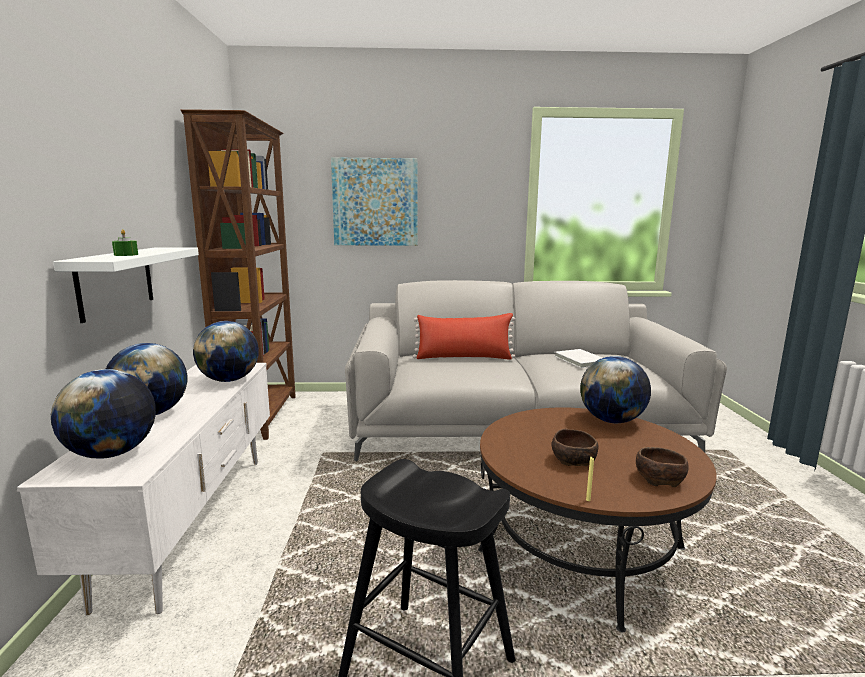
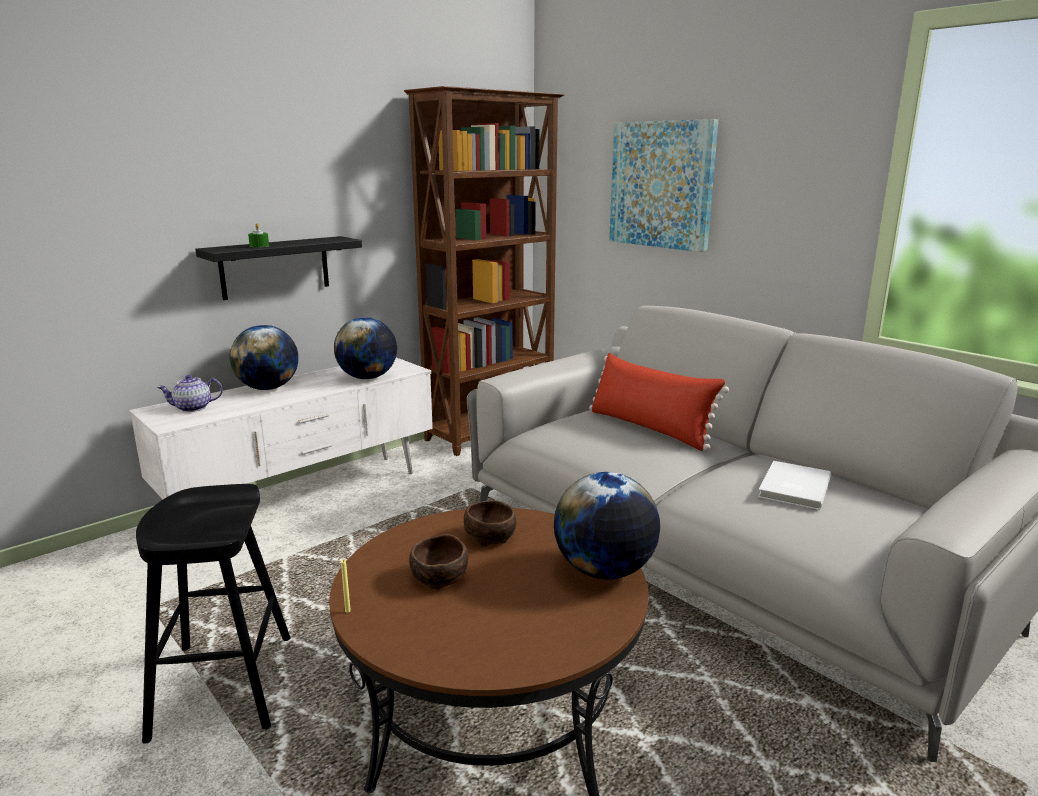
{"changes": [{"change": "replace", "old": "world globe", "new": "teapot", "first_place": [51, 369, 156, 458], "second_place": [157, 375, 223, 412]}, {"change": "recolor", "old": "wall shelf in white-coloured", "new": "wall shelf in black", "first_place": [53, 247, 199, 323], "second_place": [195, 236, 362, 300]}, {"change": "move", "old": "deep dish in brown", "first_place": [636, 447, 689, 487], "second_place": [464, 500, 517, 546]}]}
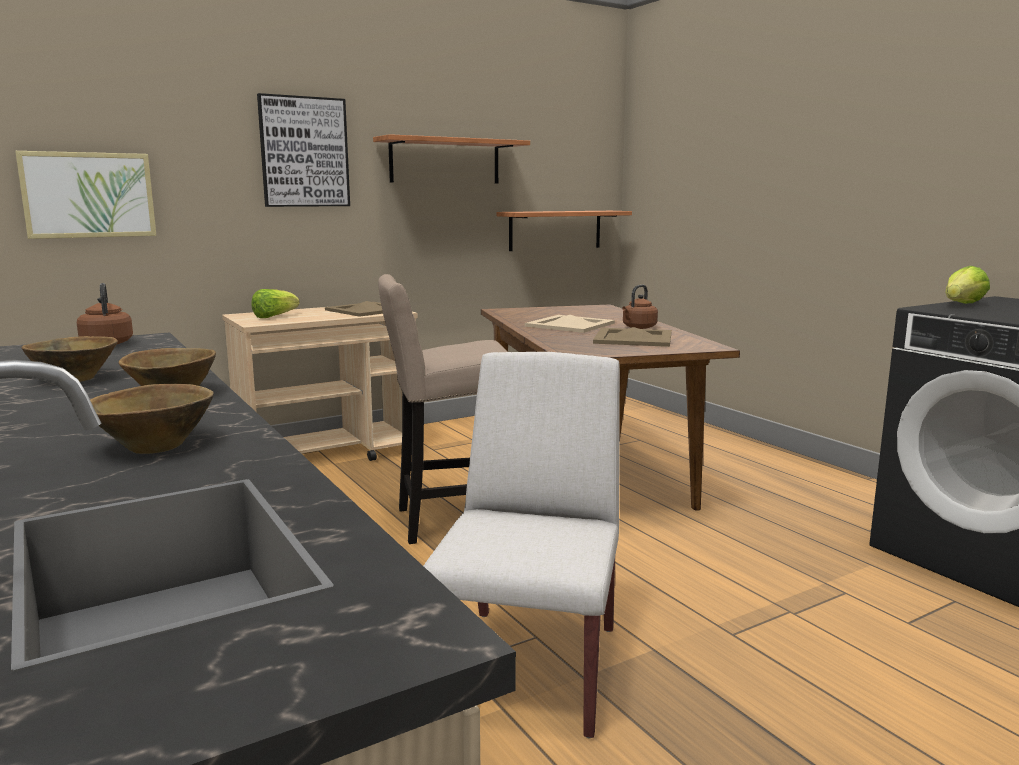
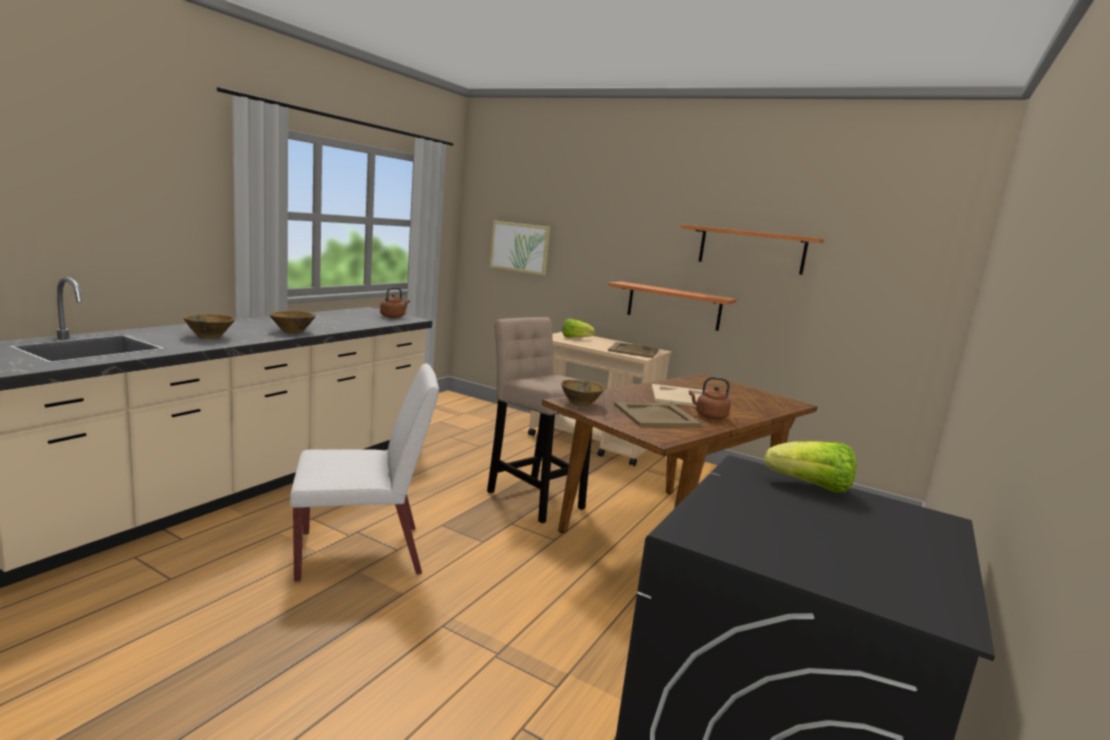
{"changes": [{"change": "move", "old": "deep dish in brown", "first_place": [21, 336, 118, 382], "second_place": [561, 380, 605, 407]}, {"change": "move", "old": "wall shelf", "first_place": [497, 211, 632, 251], "second_place": [608, 281, 737, 331]}, {"change": "delete", "old": "wall art", "first_place": [257, 93, 350, 207]}]}
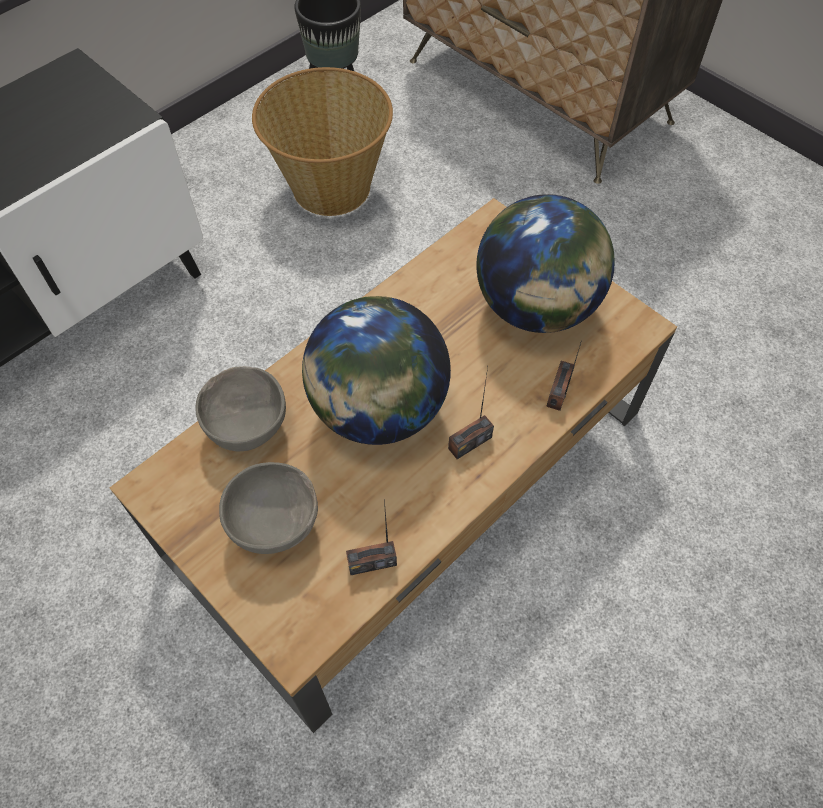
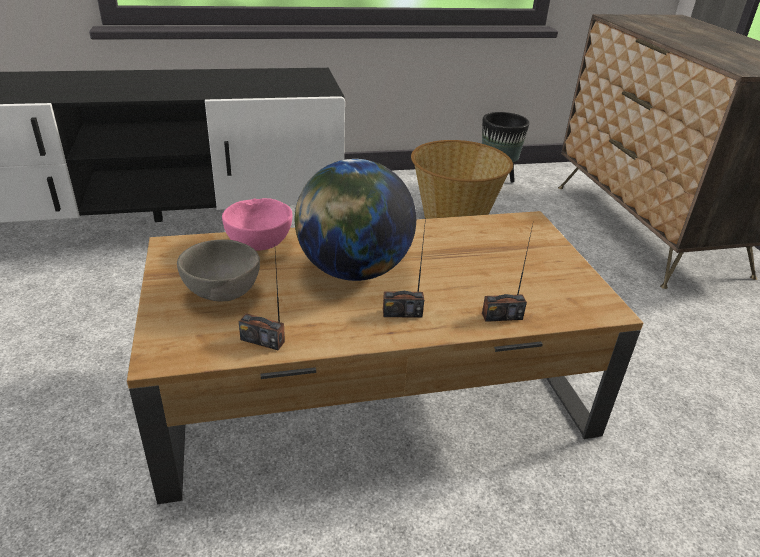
{"changes": [{"change": "recolor", "old": "deep dish in greyish", "new": "deep dish in pinkish", "first_place": [195, 366, 286, 451], "second_place": [222, 198, 292, 251]}, {"change": "rotate", "old": "radio receiver", "first_place": [546, 340, 582, 411], "second_place": [482, 224, 533, 322], "degrees": -150}, {"change": "delete", "old": "world globe", "first_place": [477, 194, 615, 333]}]}
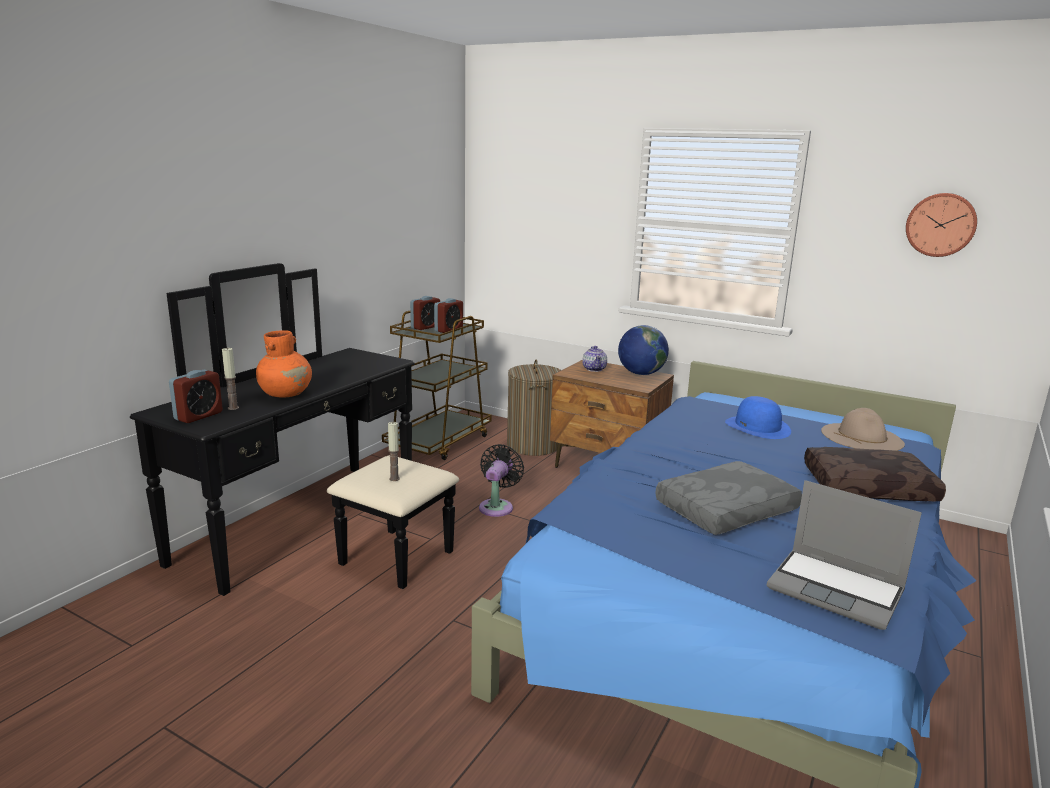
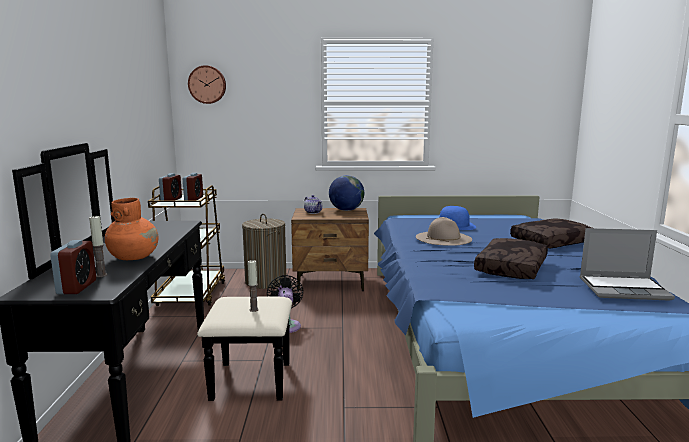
{"changes": [{"change": "move", "old": "clock on the wall", "first_place": [906, 193, 977, 257], "second_place": [188, 65, 226, 104]}, {"change": "move", "old": "wearable hat in sand-coloured", "first_place": [821, 408, 905, 451], "second_place": [416, 217, 472, 246]}, {"change": "recolor", "old": "cushion in greyish", "new": "cushion in brown", "first_place": [655, 461, 802, 535], "second_place": [474, 238, 548, 279]}]}
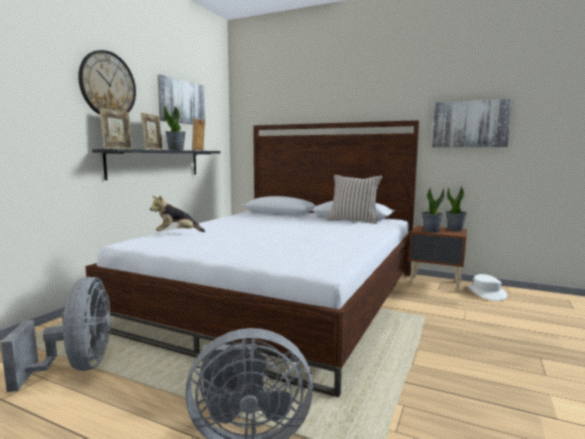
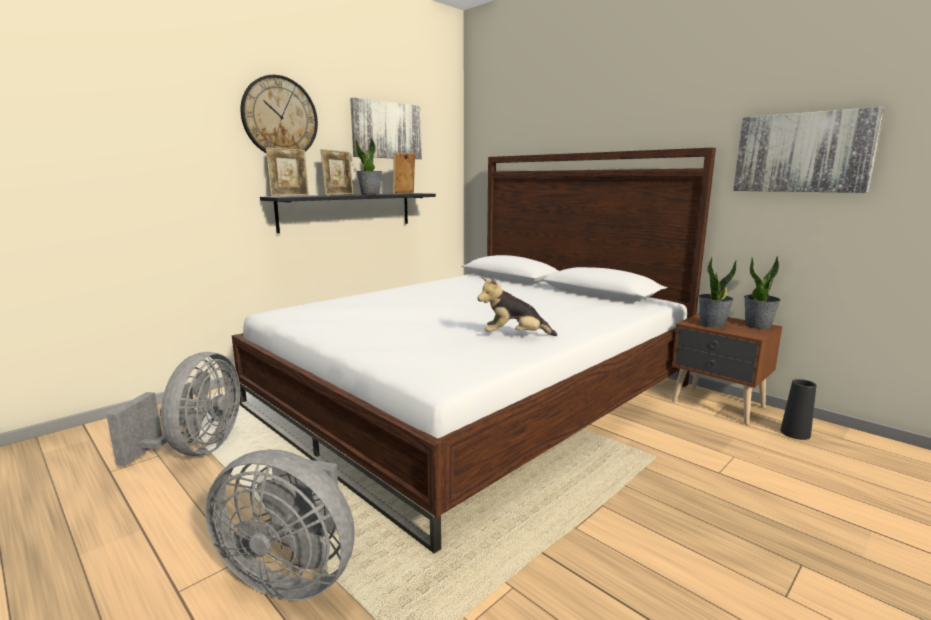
{"changes": [{"change": "move", "old": "cuddly toy", "first_place": [150, 195, 205, 232], "second_place": [477, 277, 557, 336]}, {"change": "replace", "old": "wearable hat in white-coloured", "new": "flower vase in black", "first_place": [467, 274, 508, 301], "second_place": [780, 379, 817, 440]}, {"change": "delete", "old": "cushion in sand-coloured", "first_place": [327, 175, 383, 224]}]}
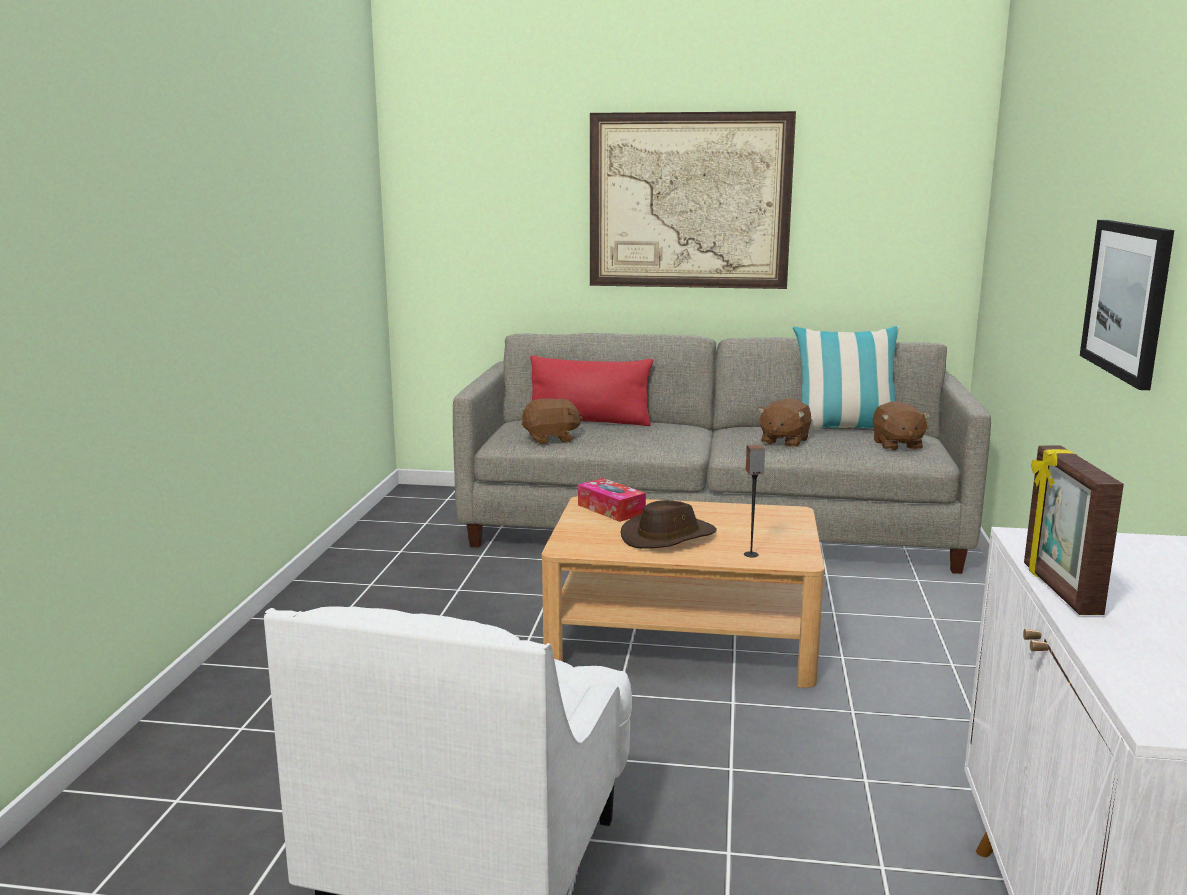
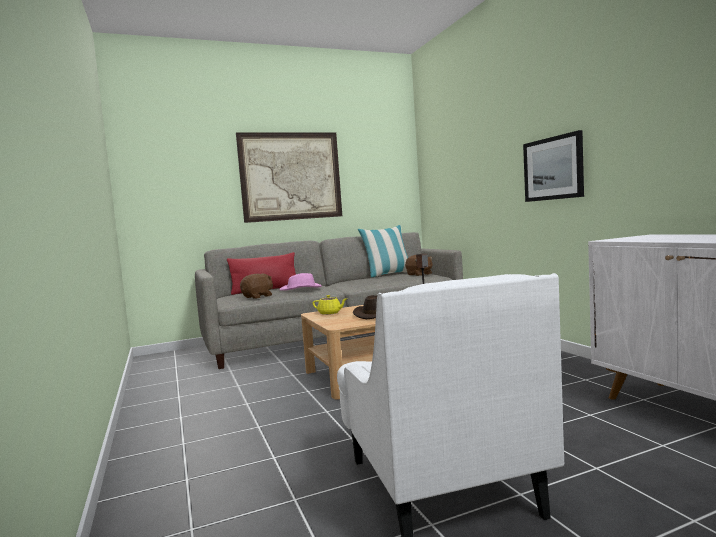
{"changes": [{"change": "insert", "new": "wearable hat in pinkish", "second_place": [279, 273, 322, 291]}, {"change": "replace", "old": "tissue holder", "new": "teapot in yellowish", "first_place": [578, 478, 646, 522], "second_place": [313, 295, 346, 315]}, {"change": "delete", "old": "cuddly toy in brown", "first_place": [758, 398, 812, 448]}, {"change": "delete", "old": "standing frame", "first_place": [1024, 446, 1124, 615]}]}
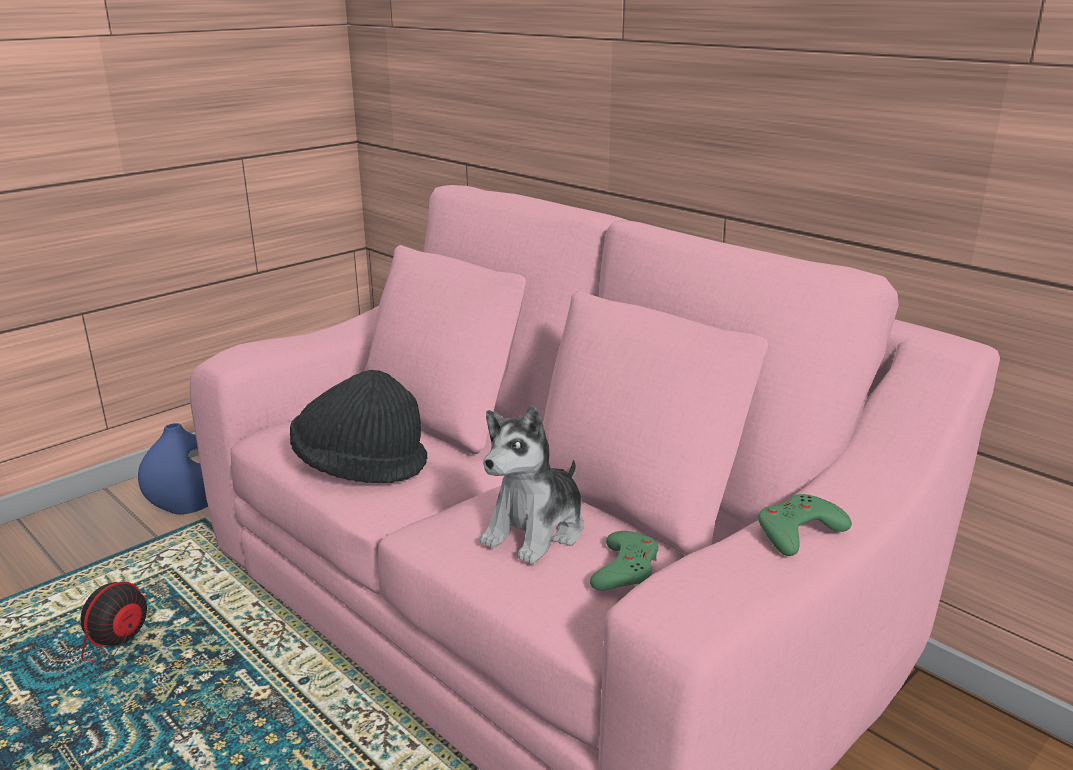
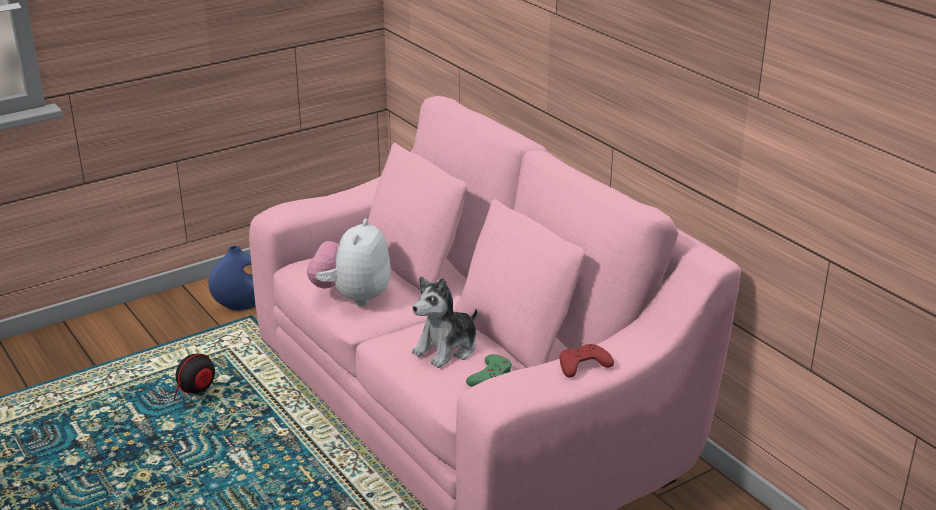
{"changes": [{"change": "replace", "old": "wearable hat in black", "new": "cuddly toy", "first_place": [290, 370, 427, 484], "second_place": [307, 219, 391, 306]}, {"change": "recolor", "old": "gamepad in greenish", "new": "gamepad in red", "first_place": [758, 494, 852, 556], "second_place": [559, 344, 614, 378]}]}
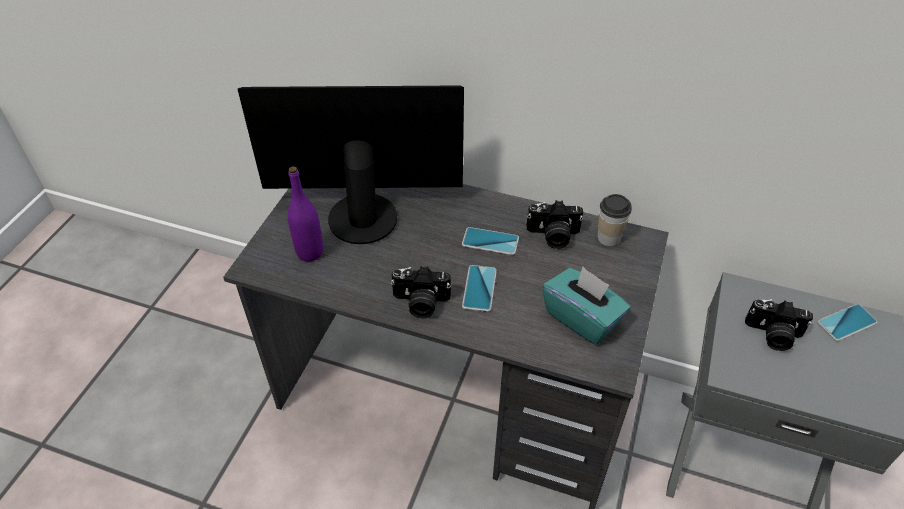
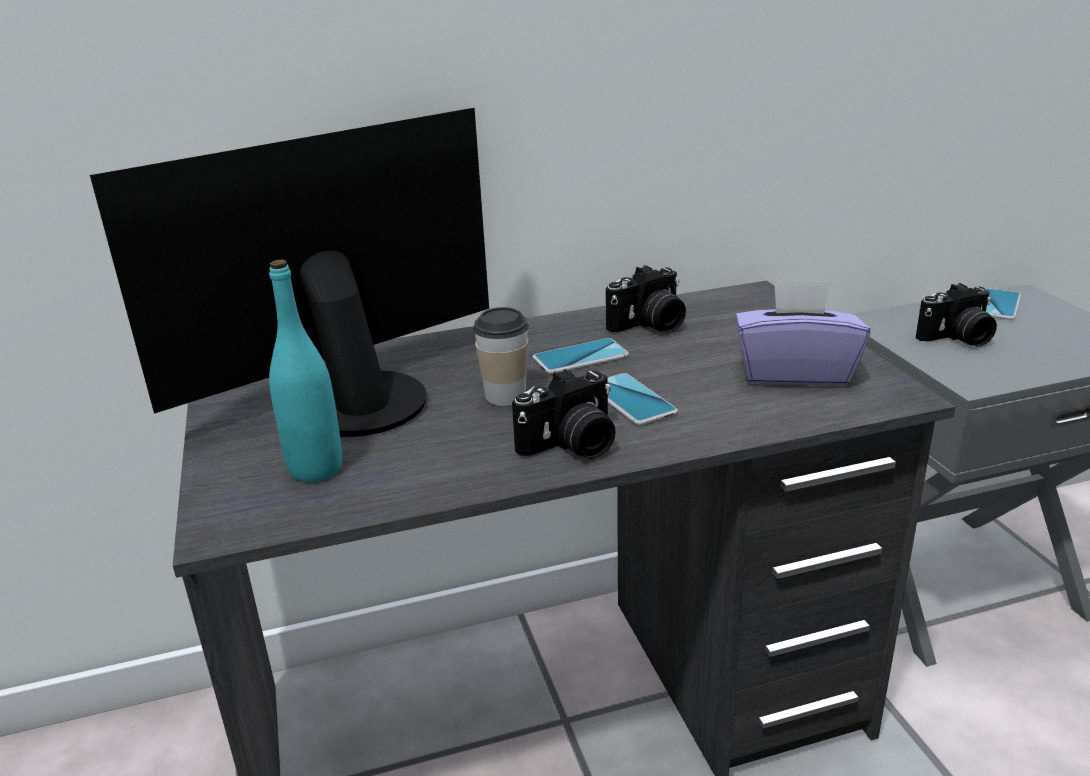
{"changes": [{"change": "recolor", "old": "bottle in purple-coloured", "new": "bottle in turquoise", "first_place": [288, 166, 323, 261], "second_place": [269, 260, 342, 482]}, {"change": "move", "old": "cup", "first_place": [598, 194, 632, 246], "second_place": [473, 307, 529, 406]}, {"change": "recolor", "old": "tissue holder in turquoise", "new": "tissue holder in purple-coloured", "first_place": [542, 267, 630, 345], "second_place": [735, 279, 870, 386]}]}
